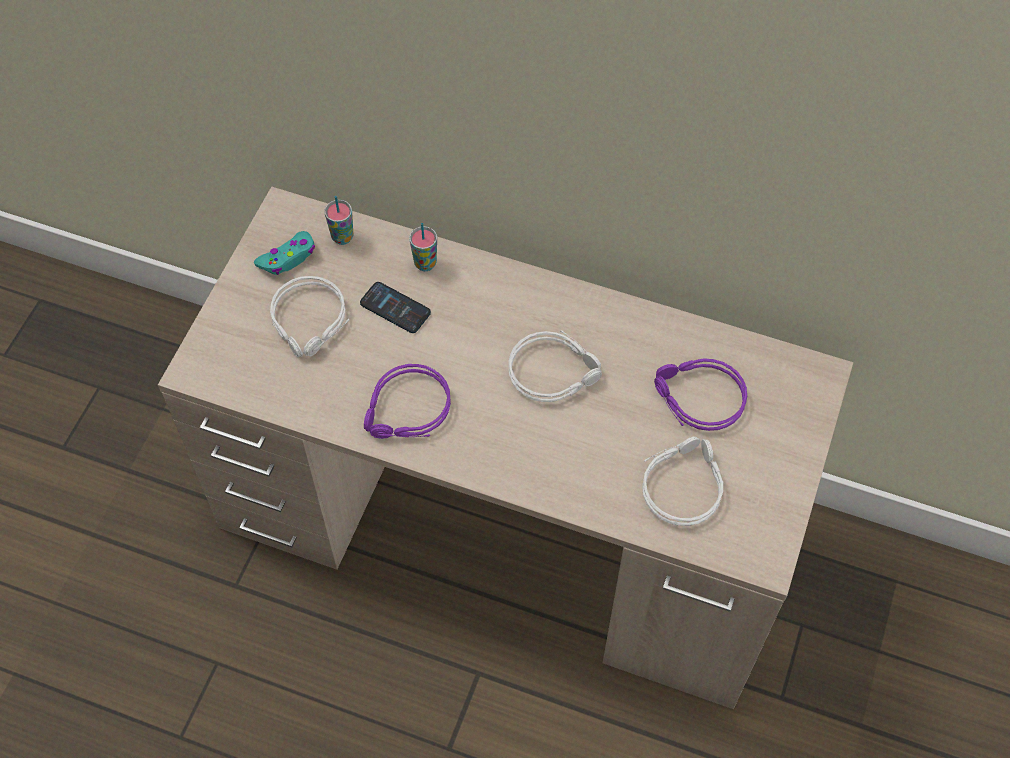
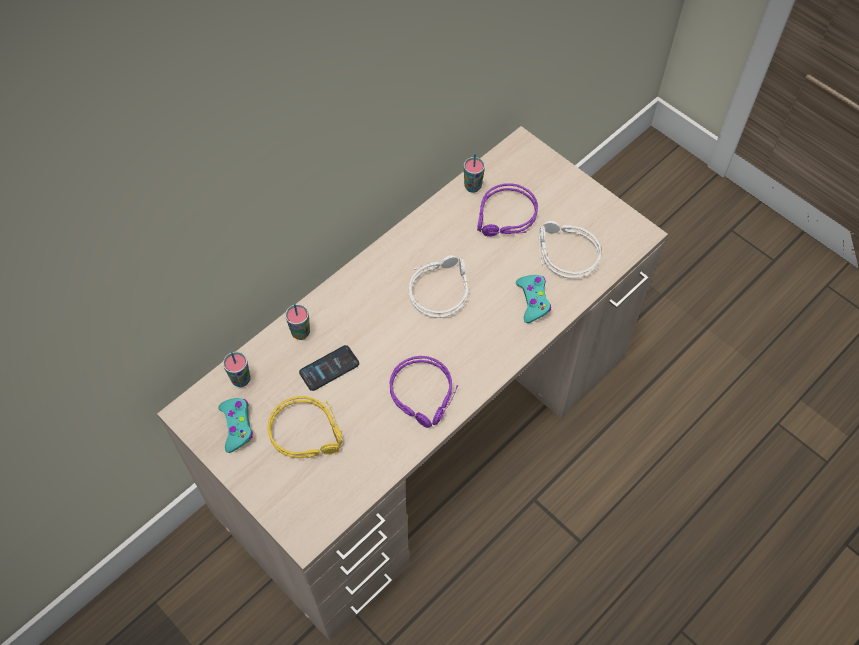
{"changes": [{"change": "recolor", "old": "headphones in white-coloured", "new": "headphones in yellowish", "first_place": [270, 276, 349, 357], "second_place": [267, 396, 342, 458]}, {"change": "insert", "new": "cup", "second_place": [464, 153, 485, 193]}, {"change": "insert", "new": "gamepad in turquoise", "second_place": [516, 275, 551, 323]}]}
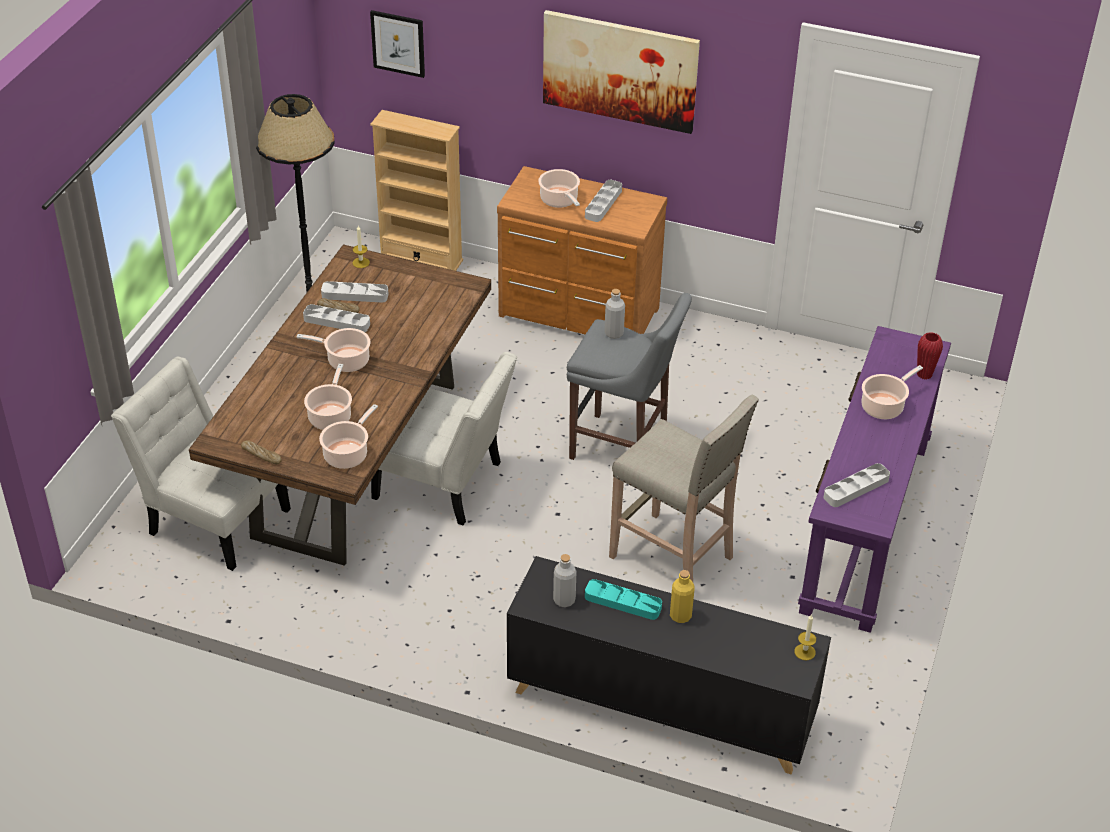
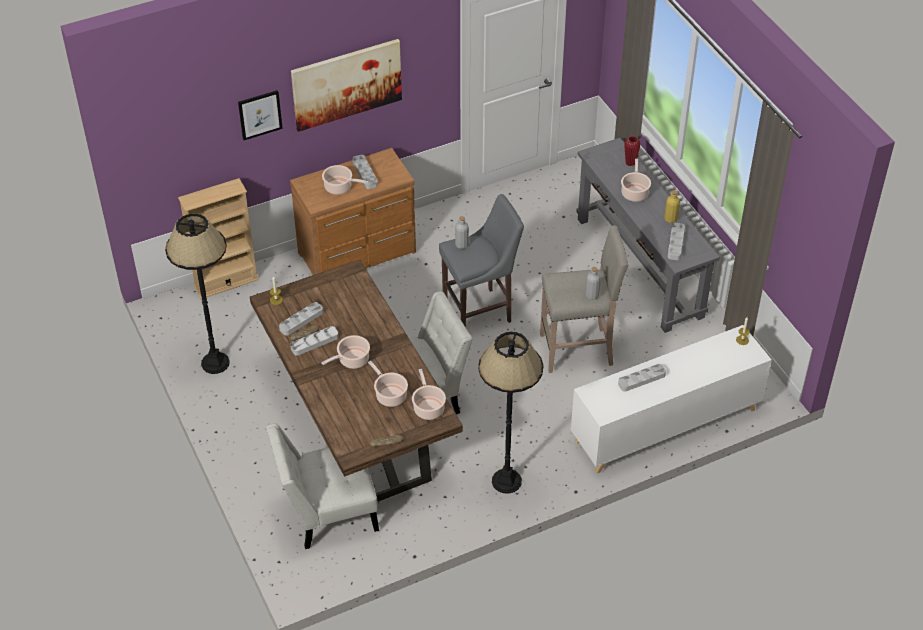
{"changes": [{"change": "move", "old": "wall art", "first_place": [370, 10, 425, 78], "second_place": [238, 90, 283, 140]}, {"change": "insert", "new": "standing lamp in black", "second_place": [478, 331, 544, 494]}, {"change": "recolor", "old": "cupboard in black", "new": "cupboard in white-coloured", "first_place": [507, 556, 831, 775], "second_place": [571, 325, 772, 473]}, {"change": "recolor", "old": "narrow table in purple-coloured", "new": "narrow table in greyish", "first_place": [798, 326, 951, 633], "second_place": [576, 138, 720, 333]}, {"change": "move", "old": "bottle in greyish", "first_place": [553, 554, 577, 607], "second_place": [585, 267, 601, 300]}, {"change": "recolor", "old": "serving tray in turquoise", "new": "serving tray in greyish", "first_place": [585, 579, 662, 620], "second_place": [618, 364, 666, 391]}, {"change": "move", "old": "bottle in yellowish", "first_place": [670, 570, 695, 623], "second_place": [664, 190, 680, 223]}]}
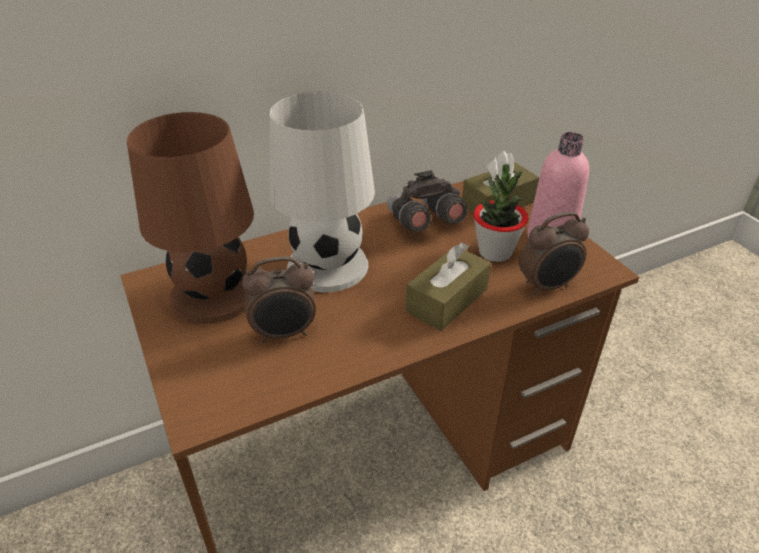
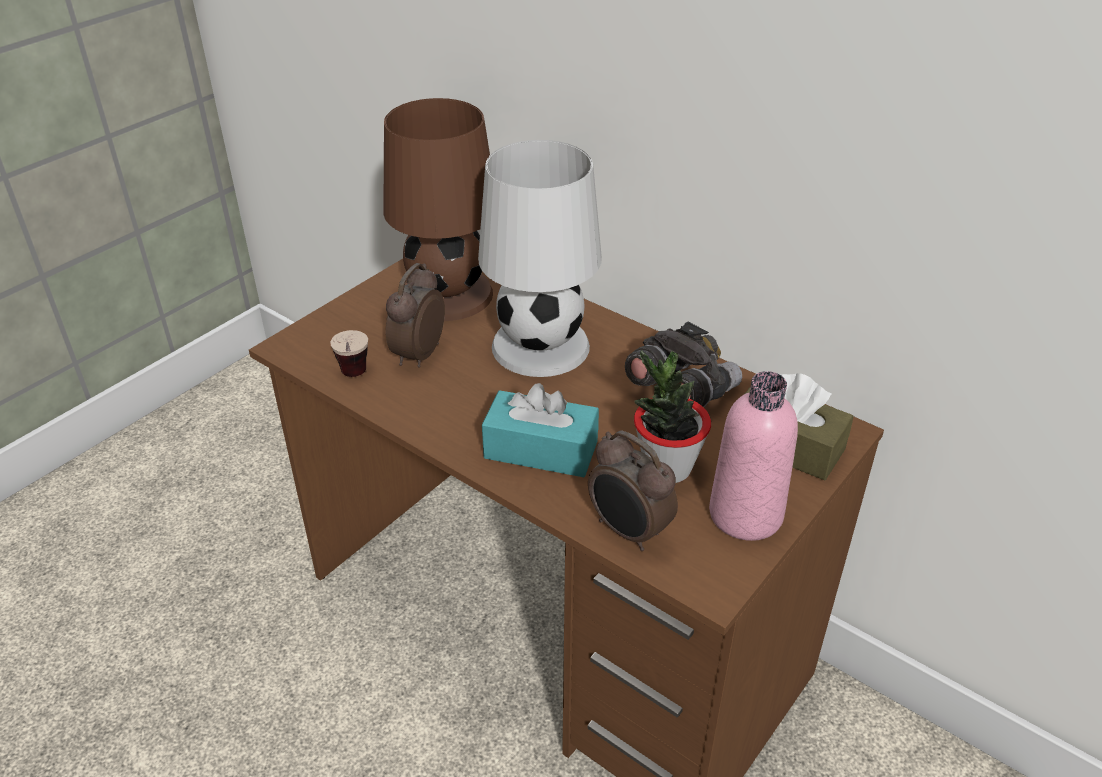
{"changes": [{"change": "insert", "new": "cup", "second_place": [330, 330, 368, 377]}, {"change": "rotate", "old": "alarm clock", "first_place": [242, 256, 316, 342], "second_place": [386, 263, 445, 368], "degrees": 60}, {"change": "recolor", "old": "tissue holder in brown", "new": "tissue holder in turquoise", "first_place": [406, 243, 491, 331], "second_place": [482, 383, 599, 477]}]}
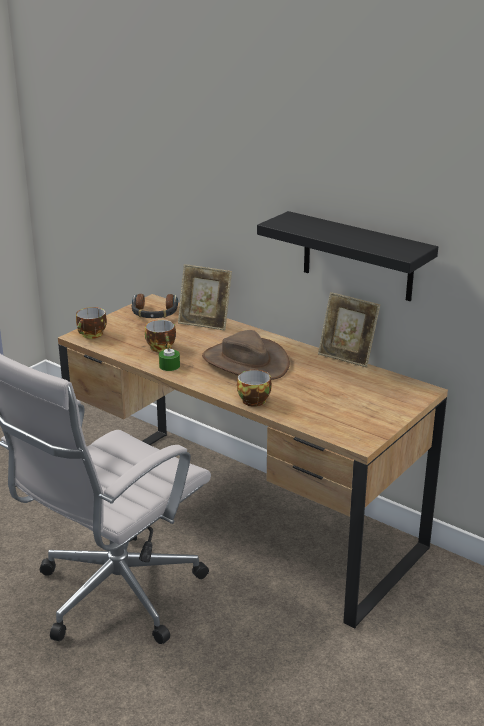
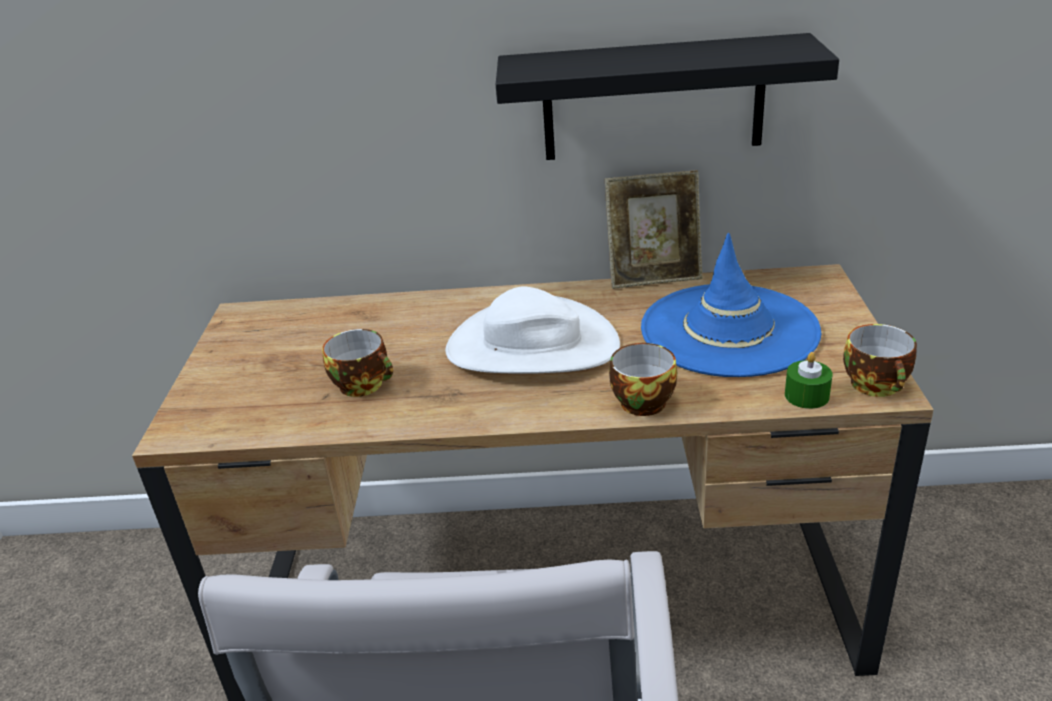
{"changes": [{"change": "recolor", "old": "wearable hat in brown", "new": "wearable hat in white-coloured", "first_place": [202, 330, 290, 380], "second_place": [445, 286, 620, 374]}, {"change": "insert", "new": "wearable hat in bluish", "second_place": [641, 233, 822, 377]}, {"change": "move", "old": "wax candle in greenish", "first_place": [159, 344, 180, 371], "second_place": [785, 352, 833, 409]}, {"change": "move", "old": "cup", "first_place": [76, 307, 107, 339], "second_place": [843, 324, 917, 397]}, {"change": "delete", "old": "headphones", "first_place": [132, 294, 178, 318]}, {"change": "delete", "old": "standing frame", "first_place": [178, 264, 232, 330]}]}
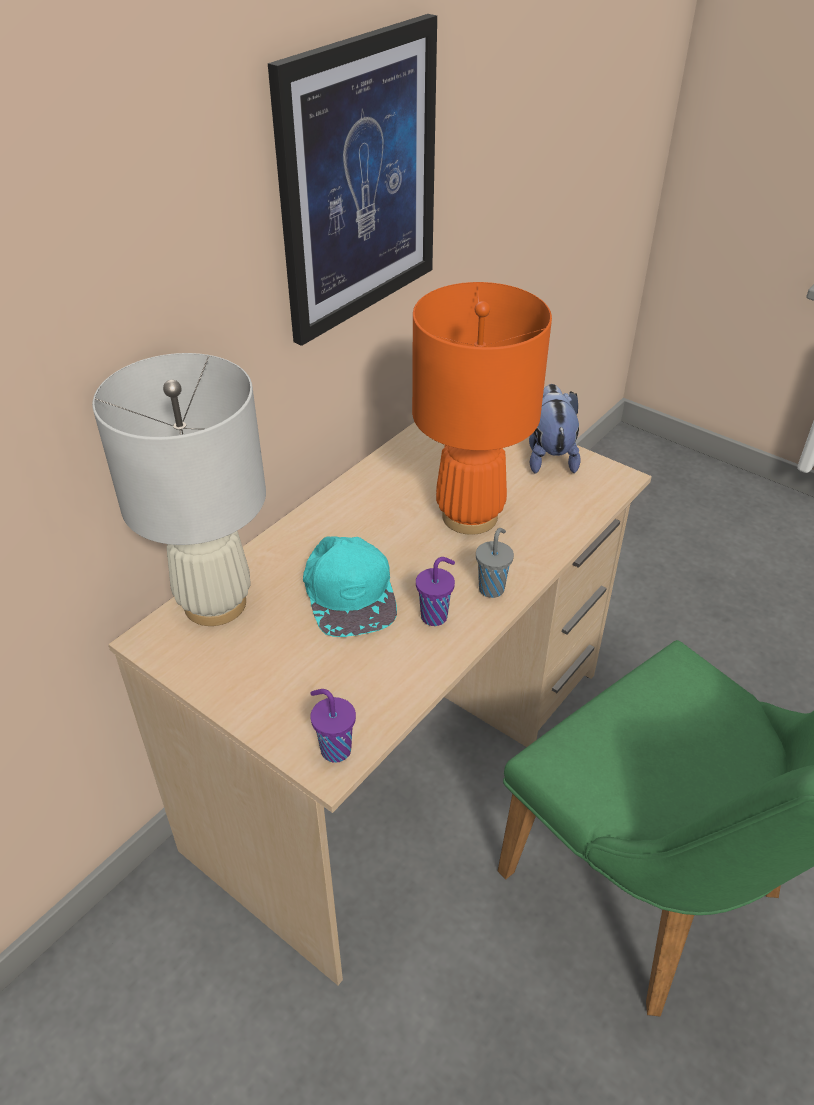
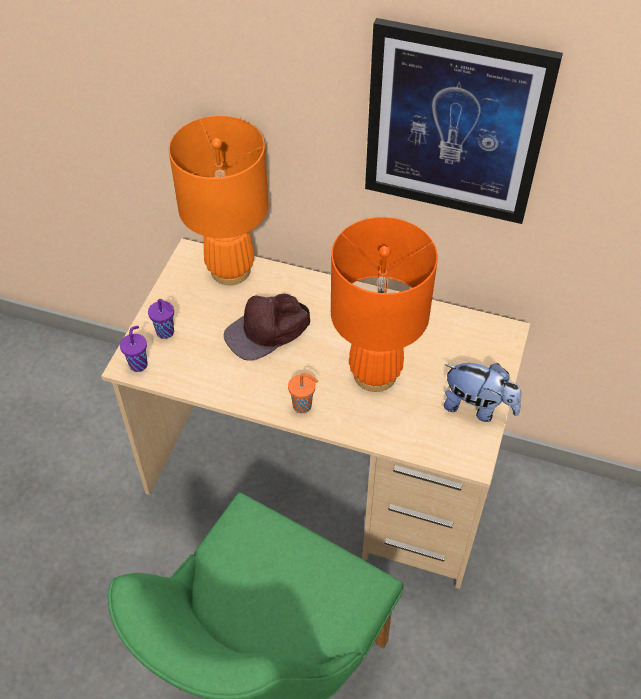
{"changes": [{"change": "move", "old": "cup in purple-coloured", "first_place": [416, 557, 455, 626], "second_place": [148, 299, 174, 339]}, {"change": "recolor", "old": "tabletop lamp in white-coloured", "new": "tabletop lamp in orange", "first_place": [92, 353, 266, 626], "second_place": [169, 116, 268, 285]}, {"change": "recolor", "old": "peaked cap in turquoise", "new": "peaked cap in brown", "first_place": [303, 536, 397, 637], "second_place": [224, 294, 310, 361]}, {"change": "recolor", "old": "cup in greyish", "new": "cup in orange", "first_place": [476, 528, 514, 598], "second_place": [288, 373, 318, 413]}, {"change": "rotate", "old": "cuddly toy", "first_place": [529, 384, 580, 474], "second_place": [444, 363, 521, 422], "degrees": 45}]}
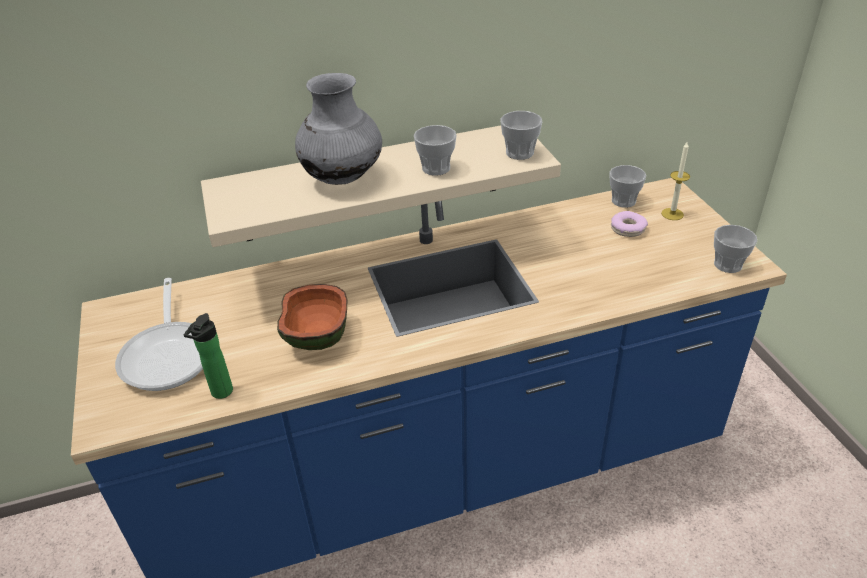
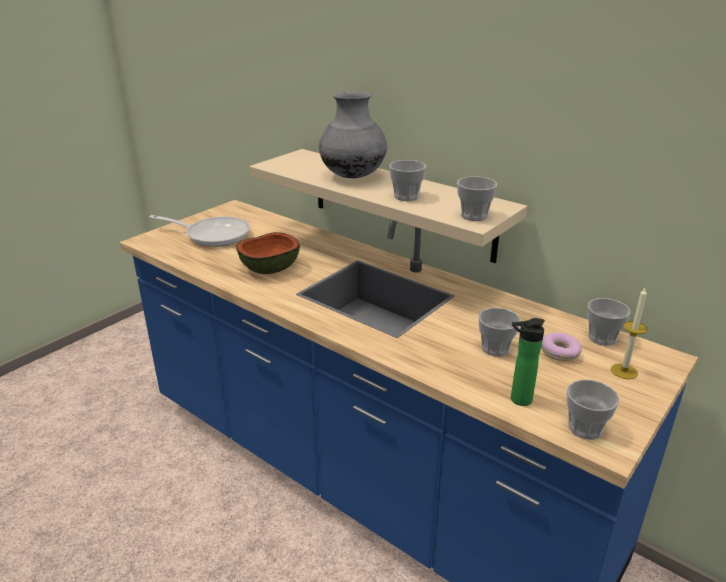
{"changes": [{"change": "rotate", "old": "skillet", "first_place": [115, 278, 203, 391], "second_place": [149, 215, 250, 247], "degrees": -120}, {"change": "insert", "new": "cup", "second_place": [478, 308, 520, 357]}, {"change": "move", "old": "bottle", "first_place": [184, 313, 233, 399], "second_place": [511, 318, 545, 406]}]}
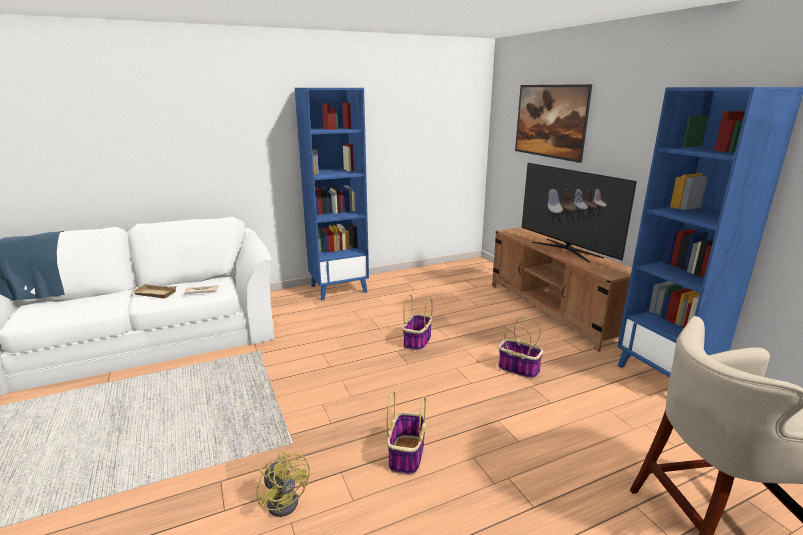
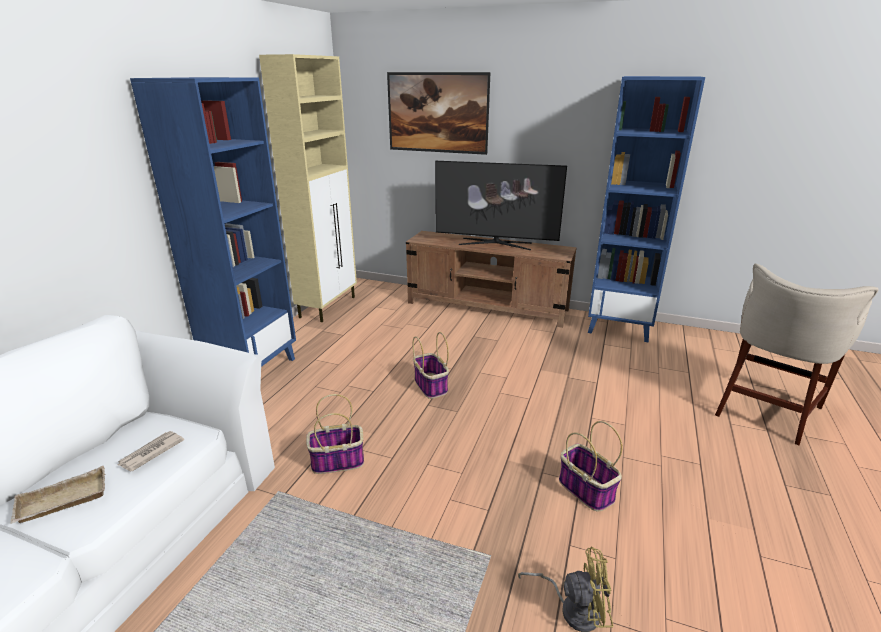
{"changes": [{"change": "insert", "new": "cupboard in sand-coloured", "second_place": [259, 54, 357, 322]}, {"change": "move", "old": "storage basket", "first_place": [498, 316, 544, 379], "second_place": [306, 394, 364, 474]}]}
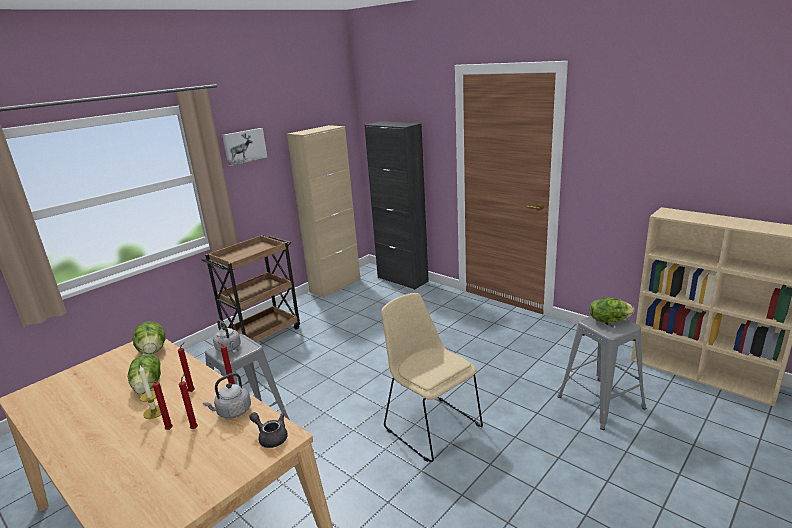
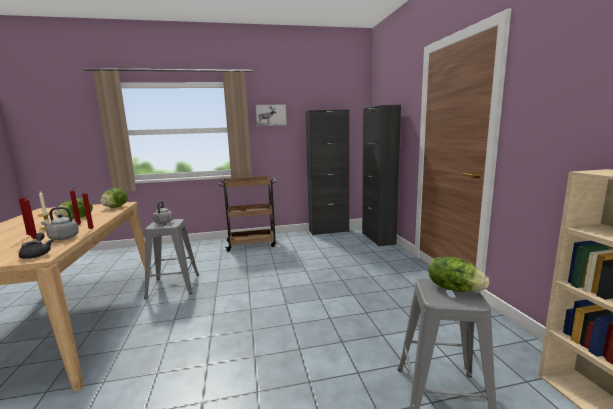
{"changes": [{"change": "recolor", "old": "cupboard in sand-coloured", "new": "cupboard in black", "first_place": [287, 125, 361, 298], "second_place": [305, 110, 349, 235]}, {"change": "delete", "old": "upright chair in sand-coloured", "first_place": [381, 293, 483, 462]}]}
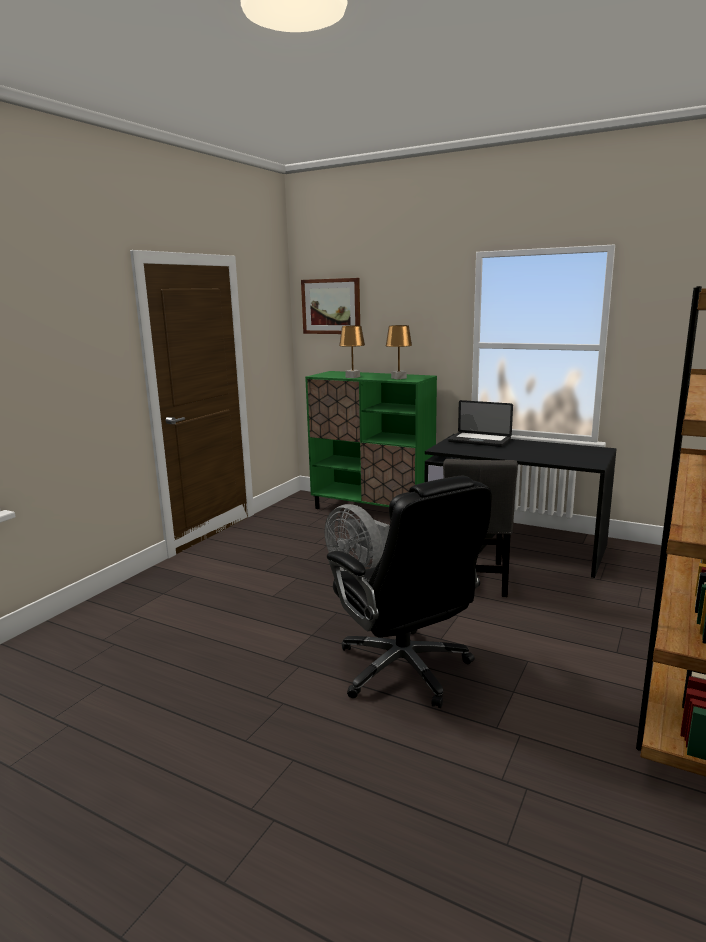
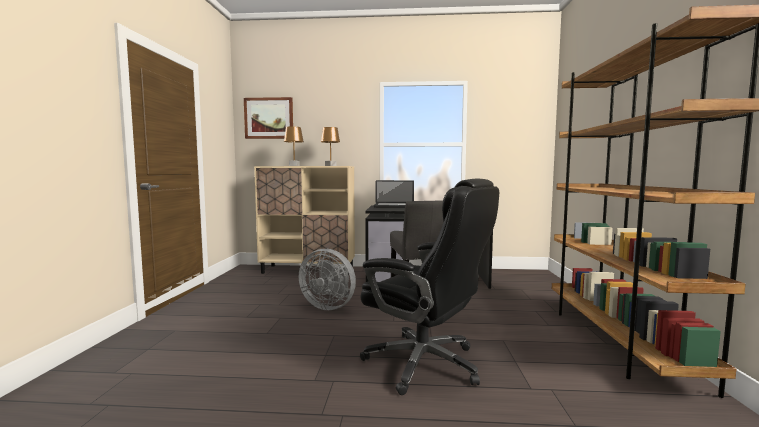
{"changes": [{"change": "recolor", "old": "cupboard in greenish", "new": "cupboard in sand-coloured", "first_place": [305, 371, 437, 509], "second_place": [254, 166, 355, 275]}]}
